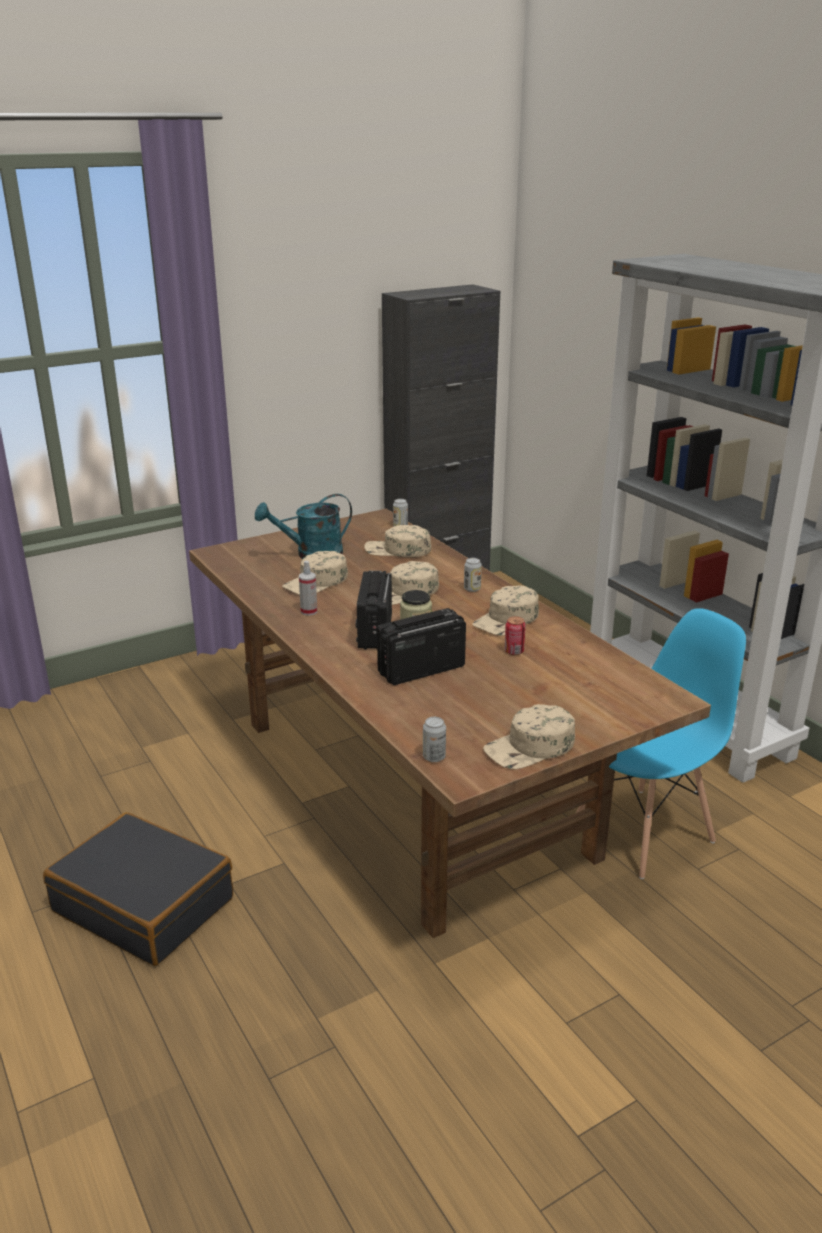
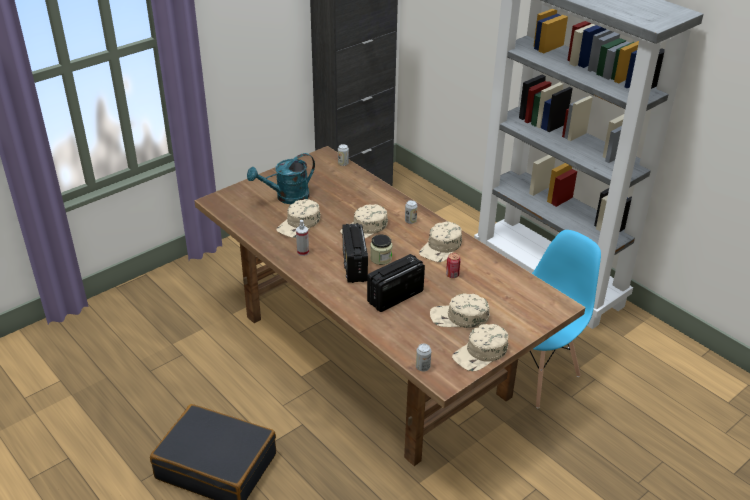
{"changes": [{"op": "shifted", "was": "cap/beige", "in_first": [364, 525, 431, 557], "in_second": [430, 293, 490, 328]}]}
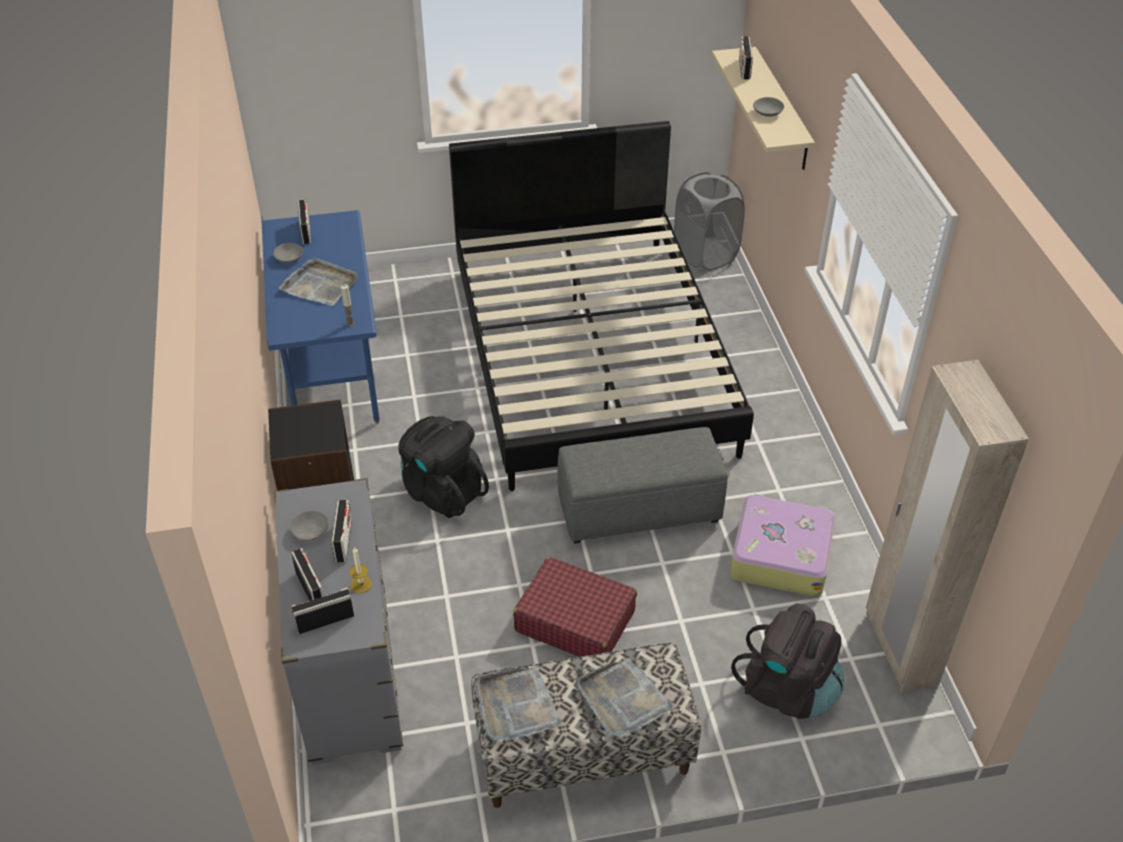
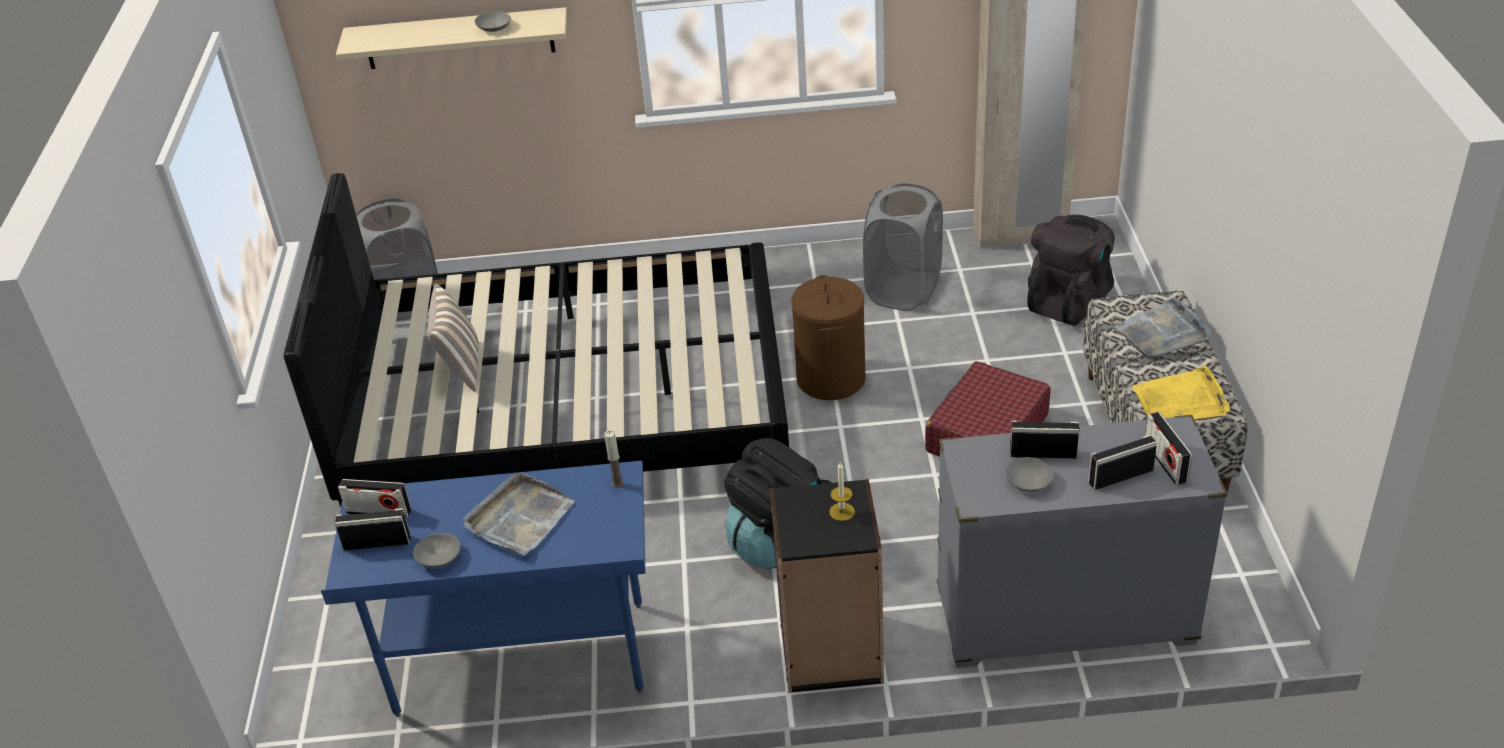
{"changes": [{"op": "shifted", "was": "candle", "in_first": [349, 547, 372, 593], "in_second": [829, 462, 855, 521]}, {"op": "repainted", "was": "tray/grey", "now": "tray/yellow", "in_first": [475, 668, 563, 740], "in_second": [1132, 365, 1230, 421]}, {"op": "swapped", "was": "ottoman/grey", "now": "laundry basket/brown", "in_first": [558, 427, 728, 544], "in_second": [791, 275, 865, 400]}, {"op": "swapped", "was": "suitcase", "now": "laundry basket/grey", "in_first": [730, 494, 836, 597], "in_second": [863, 183, 943, 311]}, {"op": "shifted", "was": "radio", "in_first": [739, 36, 753, 79], "in_second": [338, 479, 411, 518]}, {"op": "new", "now": "pillow", "in_second": [428, 284, 479, 392]}]}
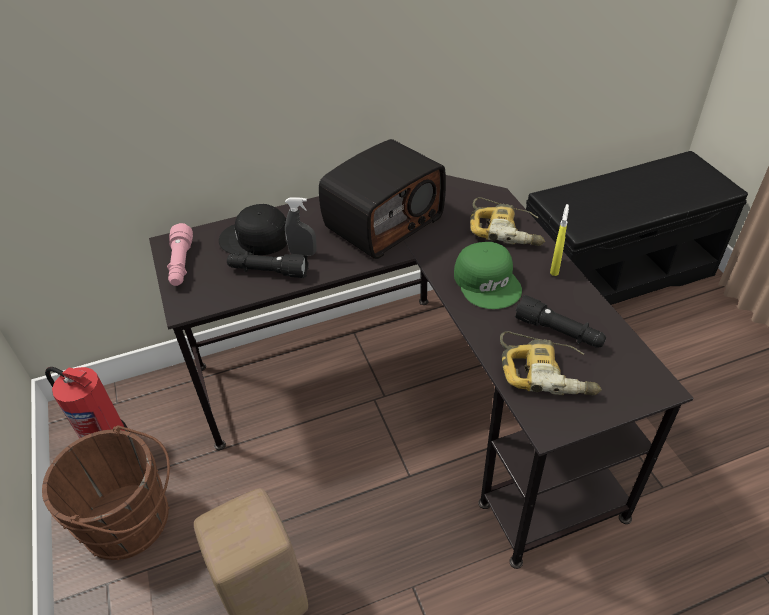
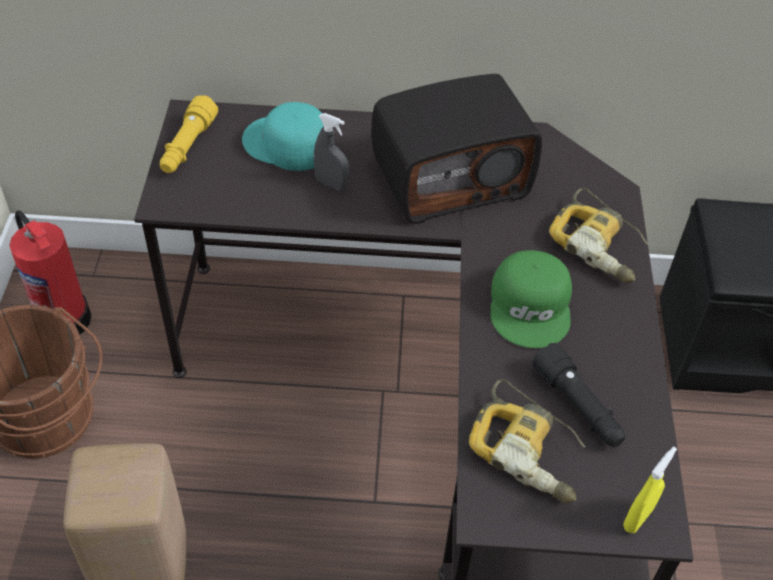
{"changes": [{"op": "repainted", "was": "flashlight/pink", "now": "flashlight/yellow", "in_first": [167, 223, 193, 286], "in_second": [160, 95, 218, 173]}, {"op": "repainted", "was": "cap/black", "now": "cap/turquoise", "in_first": [219, 204, 287, 255], "in_second": [242, 102, 324, 171]}, {"op": "gone", "was": "flashlight/black", "in_first": [227, 252, 309, 278]}, {"op": "shifted", "was": "spray bottle/yellow", "in_first": [550, 204, 569, 276], "in_second": [623, 447, 677, 533]}]}
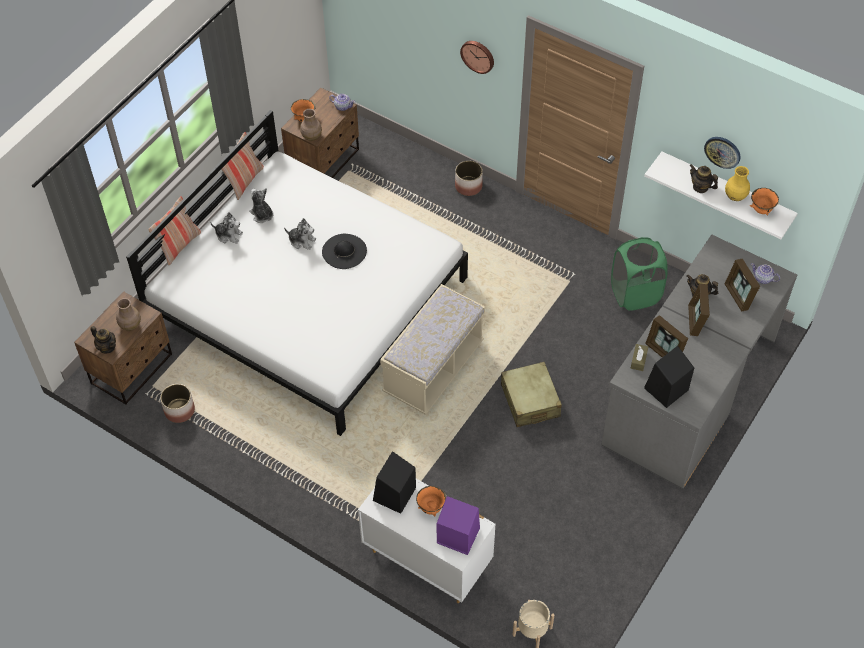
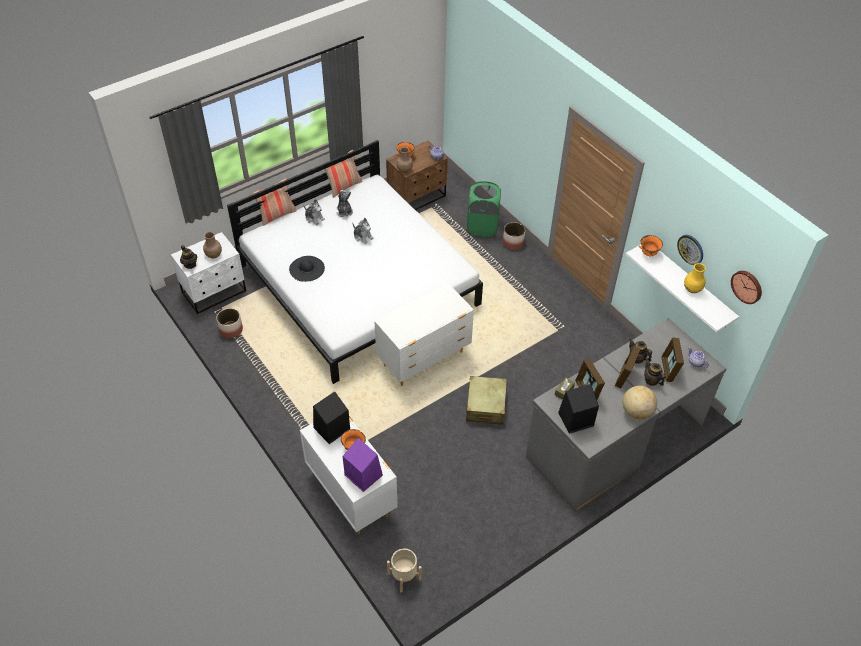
{"changes": [{"op": "repainted", "was": "nightstand/brown", "now": "nightstand/white", "in_first": [74, 291, 172, 405], "in_second": [171, 232, 246, 314]}, {"op": "shifted", "was": "hat/black", "in_first": [322, 234, 367, 269], "in_second": [289, 256, 325, 282]}, {"op": "swapped", "was": "bench/beige", "now": "dresser/white", "in_first": [380, 284, 485, 415], "in_second": [374, 283, 474, 386]}, {"op": "shifted", "was": "wall clock", "in_first": [460, 41, 494, 74], "in_second": [731, 271, 762, 304]}, {"op": "shifted", "was": "laundry basket/green", "in_first": [611, 237, 668, 311], "in_second": [467, 181, 501, 237]}, {"op": "shifted", "was": "teapot", "in_first": [689, 164, 718, 193], "in_second": [644, 359, 666, 386]}, {"op": "shifted", "was": "bowl/orange", "in_first": [750, 188, 779, 216], "in_second": [639, 235, 663, 257]}, {"op": "new", "now": "globe", "in_second": [623, 385, 657, 419]}]}
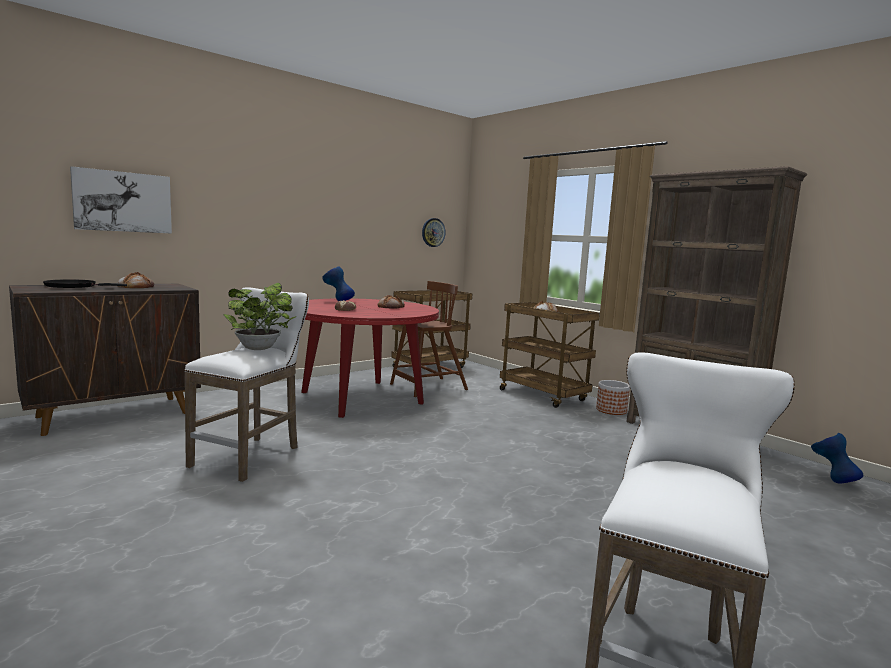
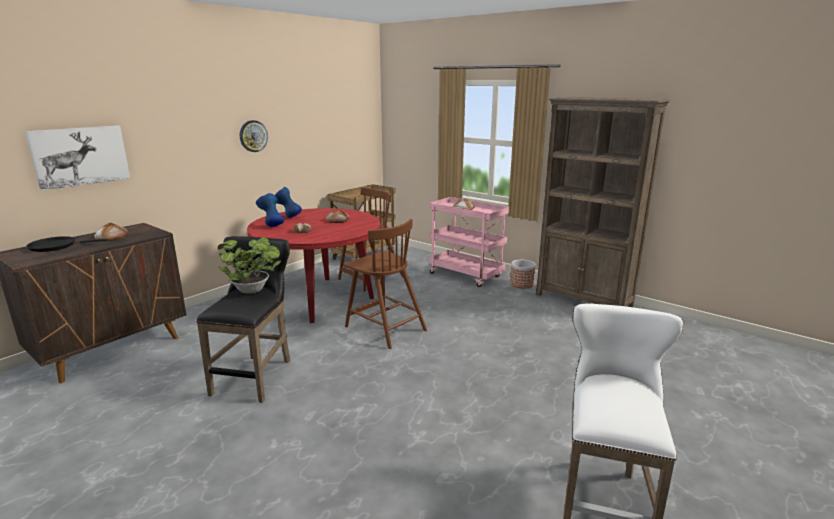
{"changes": [{"op": "repainted", "was": "stool/white", "now": "stool/black", "in_first": [184, 287, 309, 482], "in_second": [196, 236, 290, 403]}, {"op": "shifted", "was": "wall clock", "in_first": [422, 218, 446, 247], "in_second": [240, 120, 268, 152]}, {"op": "repainted", "was": "cart/brown", "now": "cart/pink", "in_first": [500, 302, 600, 408], "in_second": [429, 197, 509, 287]}, {"op": "shifted", "was": "vase/blue", "in_first": [811, 433, 863, 483], "in_second": [256, 193, 284, 227]}, {"op": "new", "now": "chair/brown", "in_second": [343, 219, 427, 349]}]}
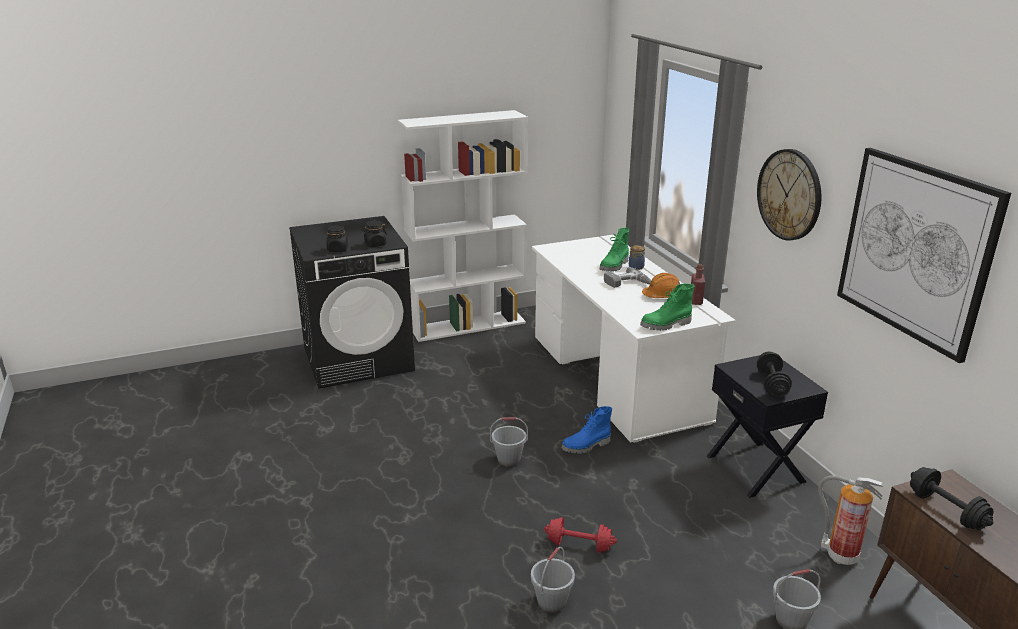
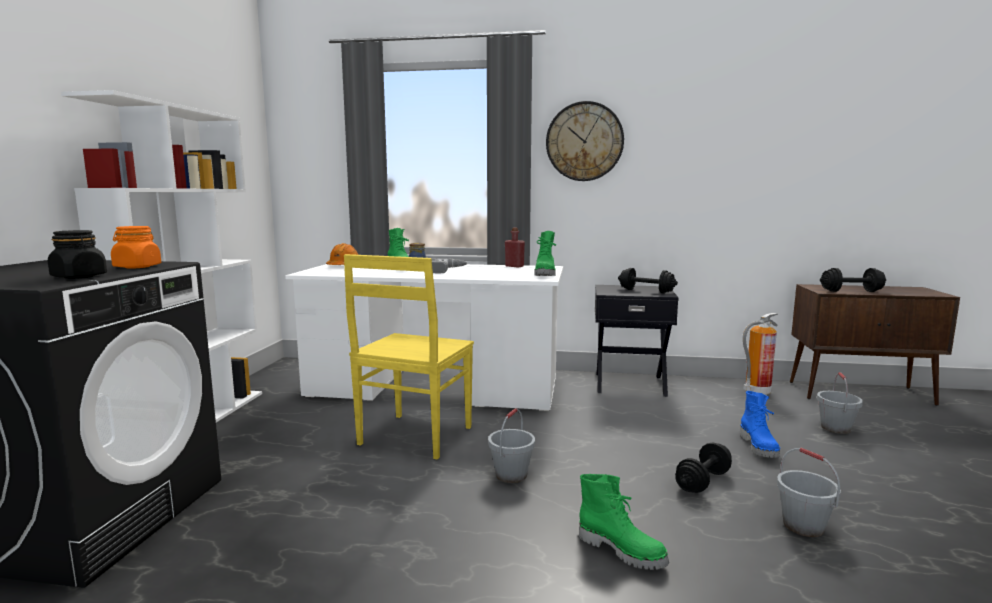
{"changes": [{"op": "repainted", "was": "jar/black", "now": "jar/orange", "in_first": [361, 221, 387, 247], "in_second": [111, 226, 161, 268]}, {"op": "repainted", "was": "dumbbell/red", "now": "dumbbell/black", "in_first": [544, 517, 617, 553], "in_second": [675, 442, 732, 493]}, {"op": "shifted", "was": "boot/blue", "in_first": [561, 406, 612, 454], "in_second": [740, 391, 780, 458]}, {"op": "shifted", "was": "hard hat/orange", "in_first": [642, 273, 680, 298], "in_second": [326, 243, 358, 265]}, {"op": "gone", "was": "picture", "in_first": [837, 148, 1011, 363]}, {"op": "new", "now": "chair/yellow", "in_second": [344, 254, 474, 460]}, {"op": "new", "now": "boot/green", "in_second": [579, 474, 669, 570]}]}
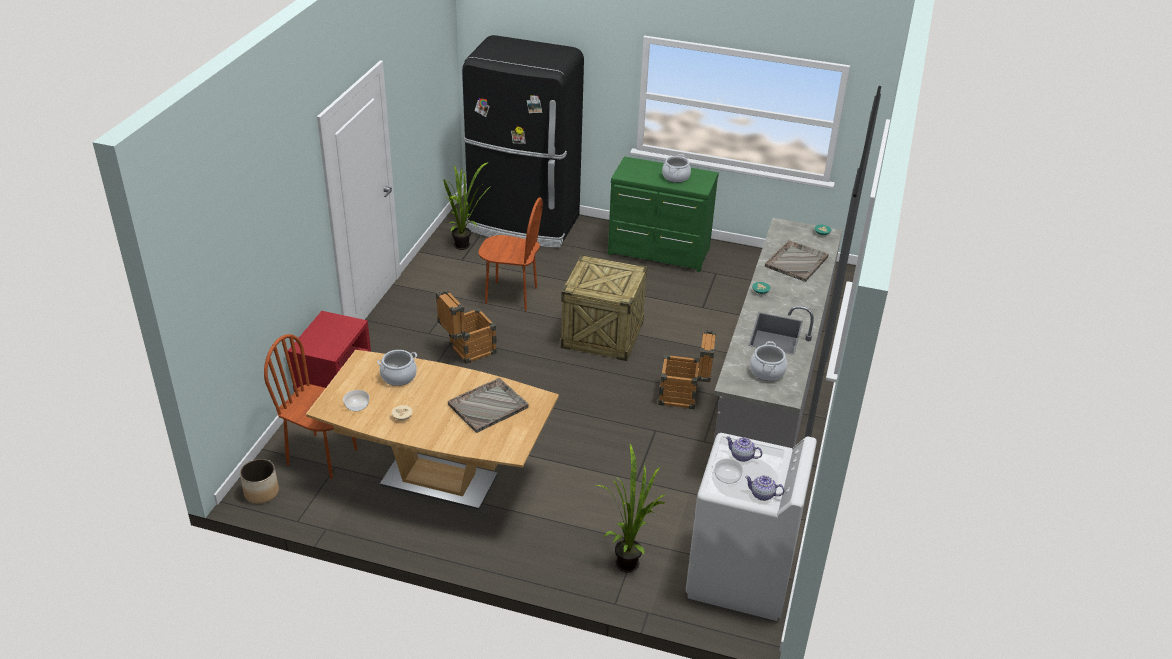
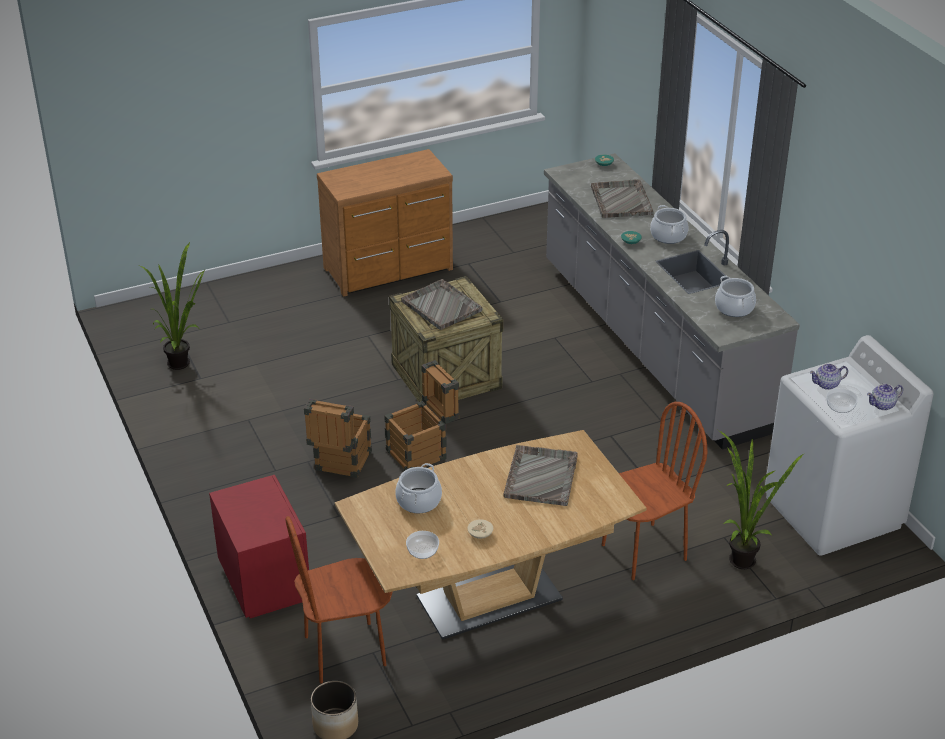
{"changes": [{"op": "gone", "was": "fridge/black", "in_first": [462, 35, 584, 248]}, {"op": "shifted", "was": "chair/brown", "in_first": [478, 197, 543, 311], "in_second": [602, 402, 707, 580]}, {"op": "repainted", "was": "dresser/green", "now": "dresser/brown", "in_first": [608, 156, 719, 272], "in_second": [317, 149, 453, 297]}, {"op": "shifted", "was": "crate", "in_first": [658, 329, 716, 409], "in_second": [384, 360, 459, 470]}, {"op": "shifted", "was": "cooking pot", "in_first": [662, 154, 691, 183], "in_second": [650, 205, 688, 244]}, {"op": "new", "now": "tray/grey", "in_second": [401, 279, 483, 330]}]}
